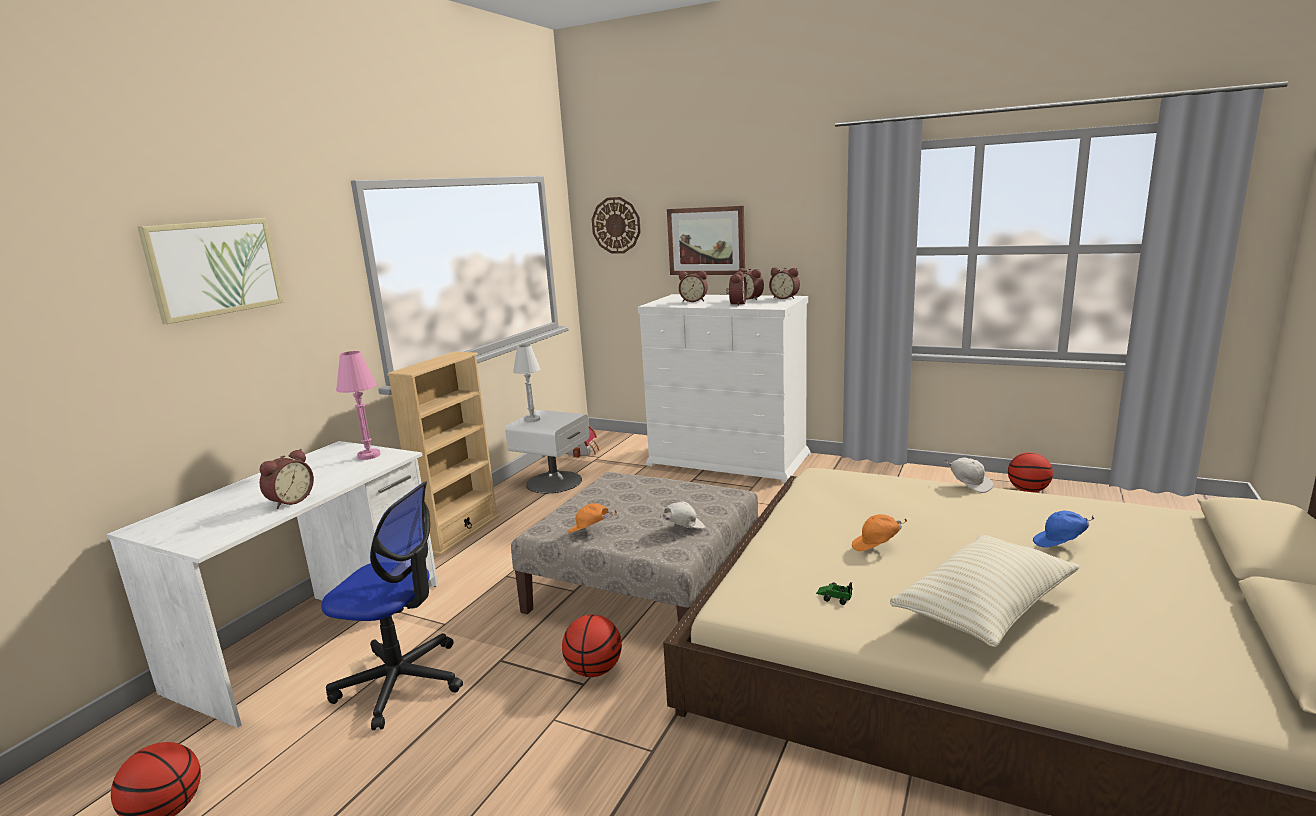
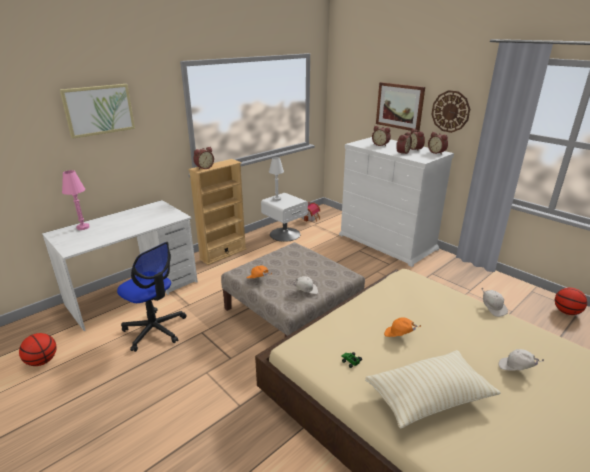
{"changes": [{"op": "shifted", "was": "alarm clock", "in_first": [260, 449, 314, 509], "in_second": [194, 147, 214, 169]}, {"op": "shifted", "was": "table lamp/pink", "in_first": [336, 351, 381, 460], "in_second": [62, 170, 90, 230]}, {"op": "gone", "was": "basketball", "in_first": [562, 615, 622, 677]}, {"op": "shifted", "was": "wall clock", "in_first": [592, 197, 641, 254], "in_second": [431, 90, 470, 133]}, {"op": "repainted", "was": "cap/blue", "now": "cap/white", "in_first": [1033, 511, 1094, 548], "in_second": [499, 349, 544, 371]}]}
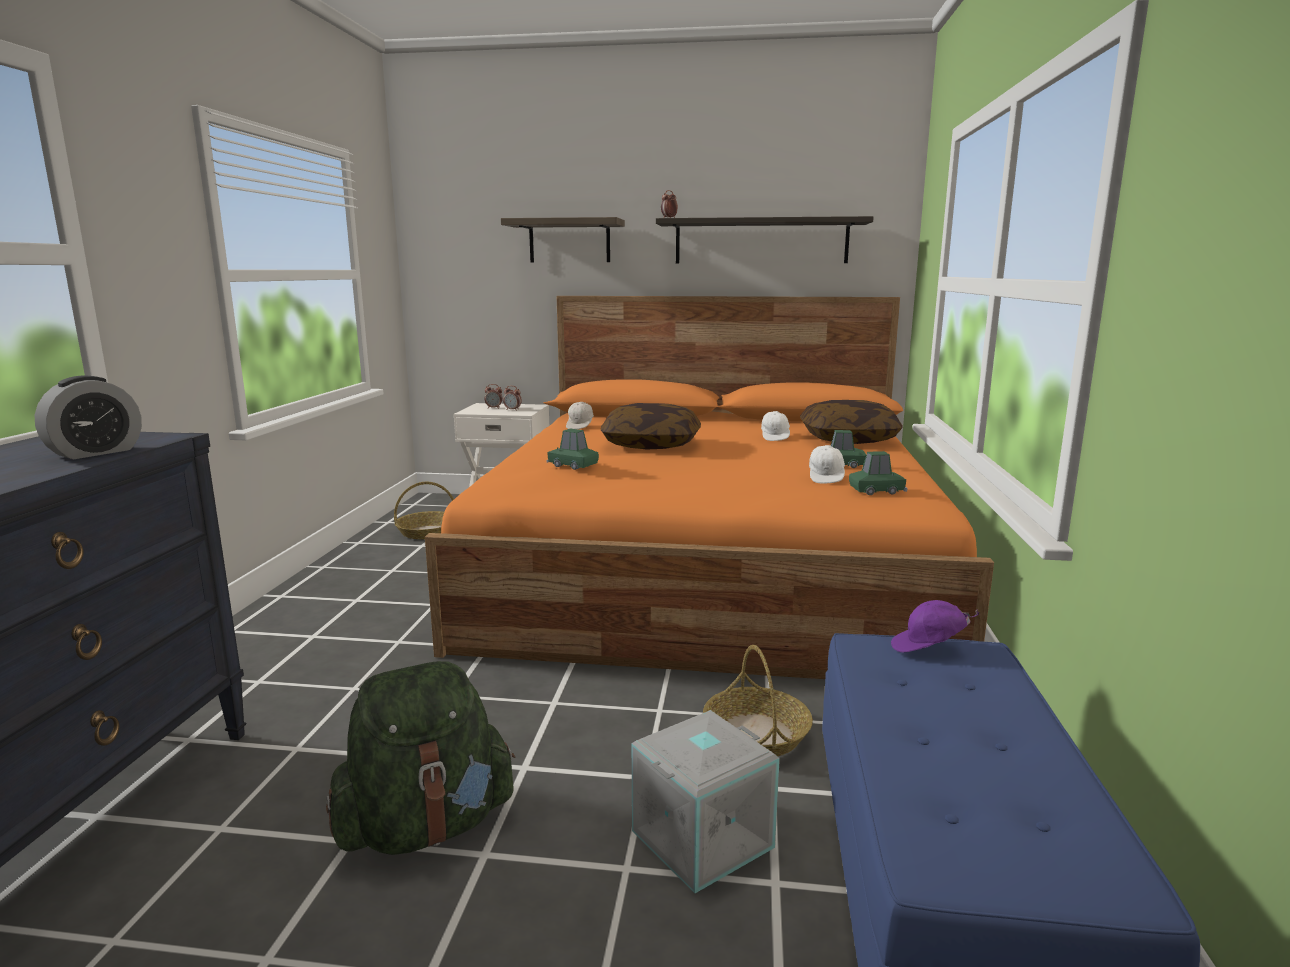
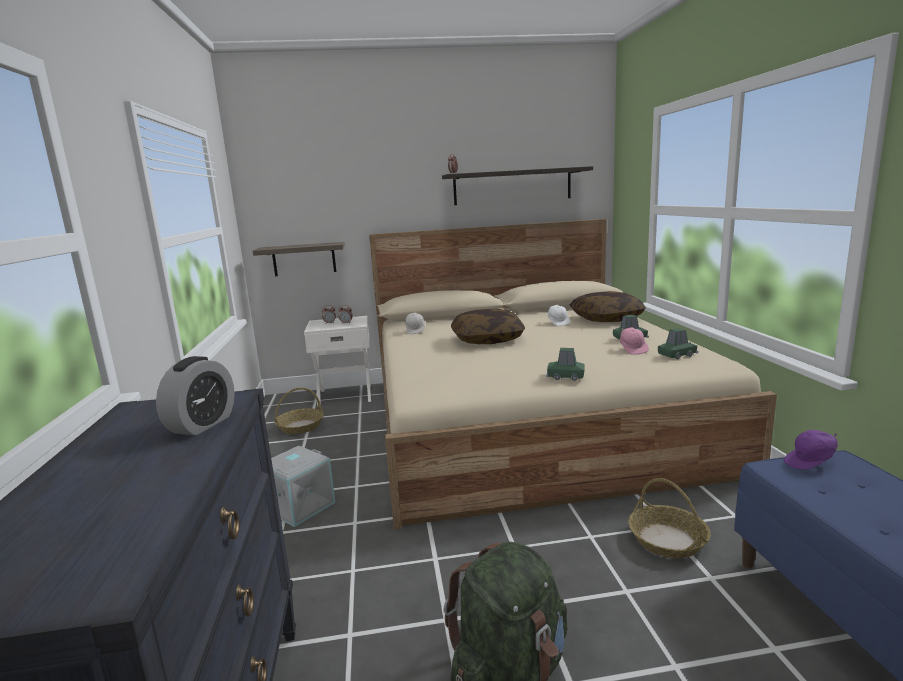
{"changes": [{"op": "repainted", "was": "bed/orange", "now": "bed/beige", "in_first": [425, 296, 994, 679], "in_second": [369, 219, 777, 530]}, {"op": "shifted", "was": "shelf", "in_first": [501, 217, 625, 262], "in_second": [253, 242, 345, 276]}, {"op": "shifted", "was": "toy car/green", "in_first": [547, 429, 599, 470], "in_second": [546, 348, 585, 381]}, {"op": "shifted", "was": "storage box/grey", "in_first": [632, 710, 780, 893], "in_second": [271, 446, 335, 527]}, {"op": "repainted", "was": "cap/white", "now": "cap/pink", "in_first": [809, 445, 845, 484], "in_second": [620, 327, 649, 355]}]}
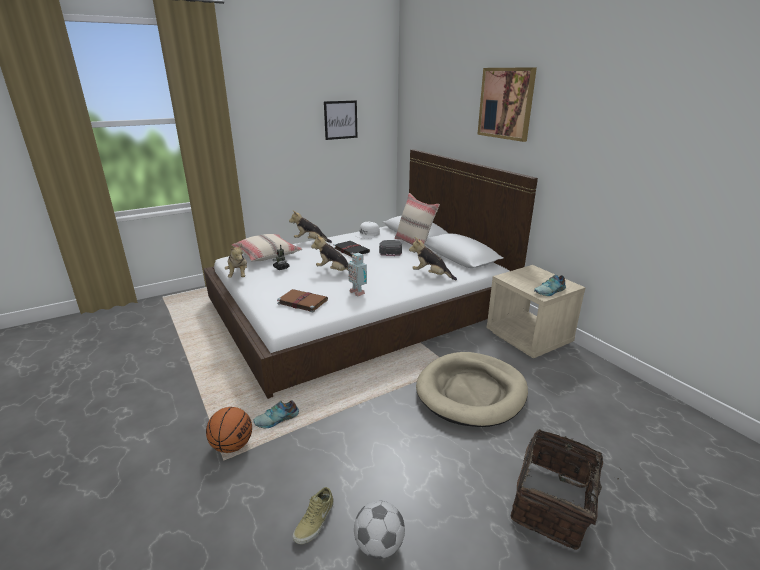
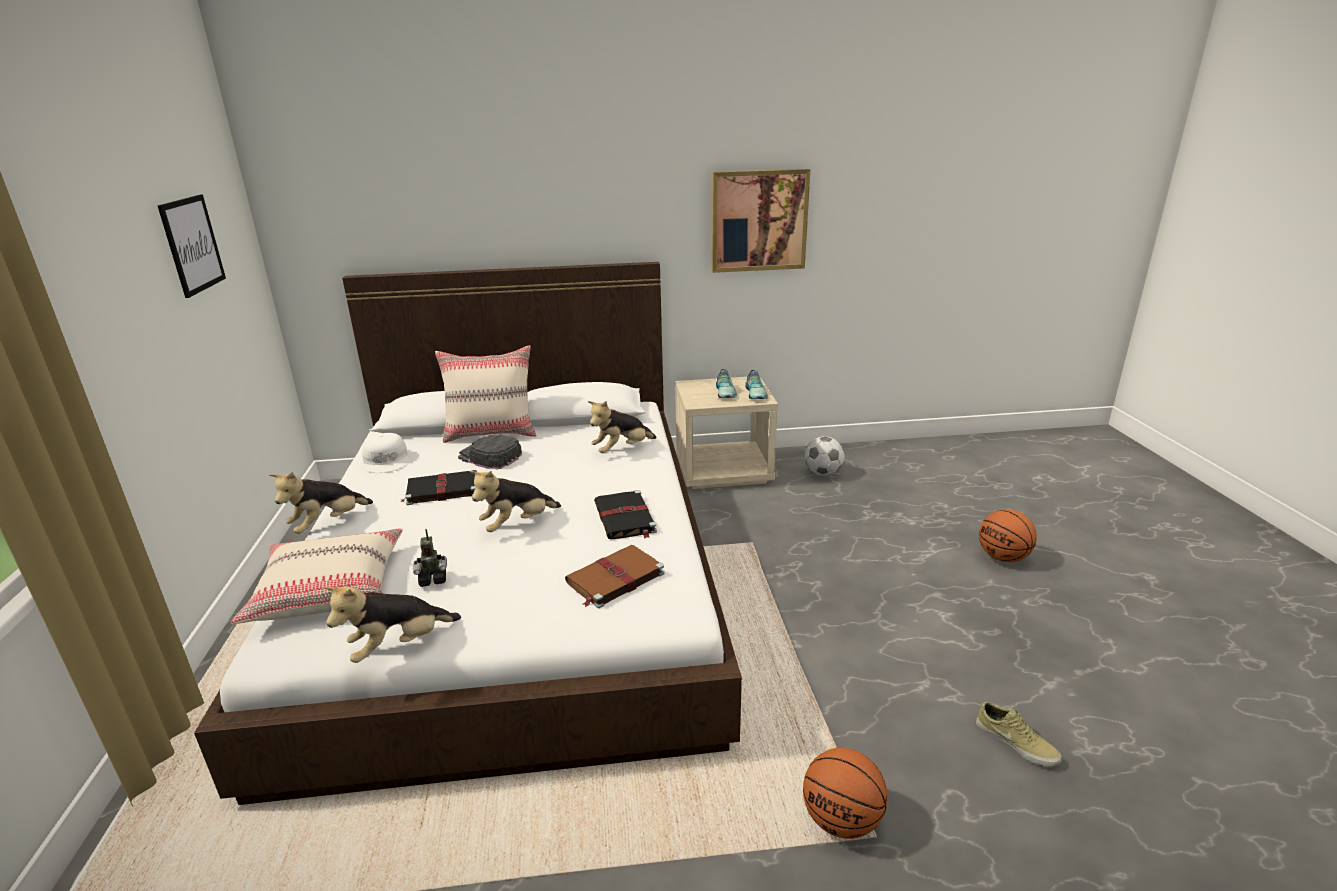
{"changes": [{"op": "rotated", "was": "plush toy", "in_first": [225, 244, 247, 278], "in_second": [324, 586, 461, 663], "clockwise": 135}, {"op": "shifted", "was": "shoe", "in_first": [253, 400, 299, 428], "in_second": [716, 369, 737, 398]}, {"op": "swapped", "was": "toy robot", "now": "book/black", "in_first": [348, 252, 367, 297], "in_second": [594, 490, 657, 539]}, {"op": "shifted", "was": "football", "in_first": [354, 501, 405, 559], "in_second": [805, 436, 844, 475]}, {"op": "gone", "was": "dog bed/beige", "in_first": [416, 352, 528, 427]}, {"op": "shifted", "was": "picture", "in_first": [477, 67, 537, 142], "in_second": [712, 169, 810, 273]}, {"op": "swapped", "was": "basket", "now": "basketball", "in_first": [511, 430, 622, 550], "in_second": [979, 509, 1037, 562]}]}
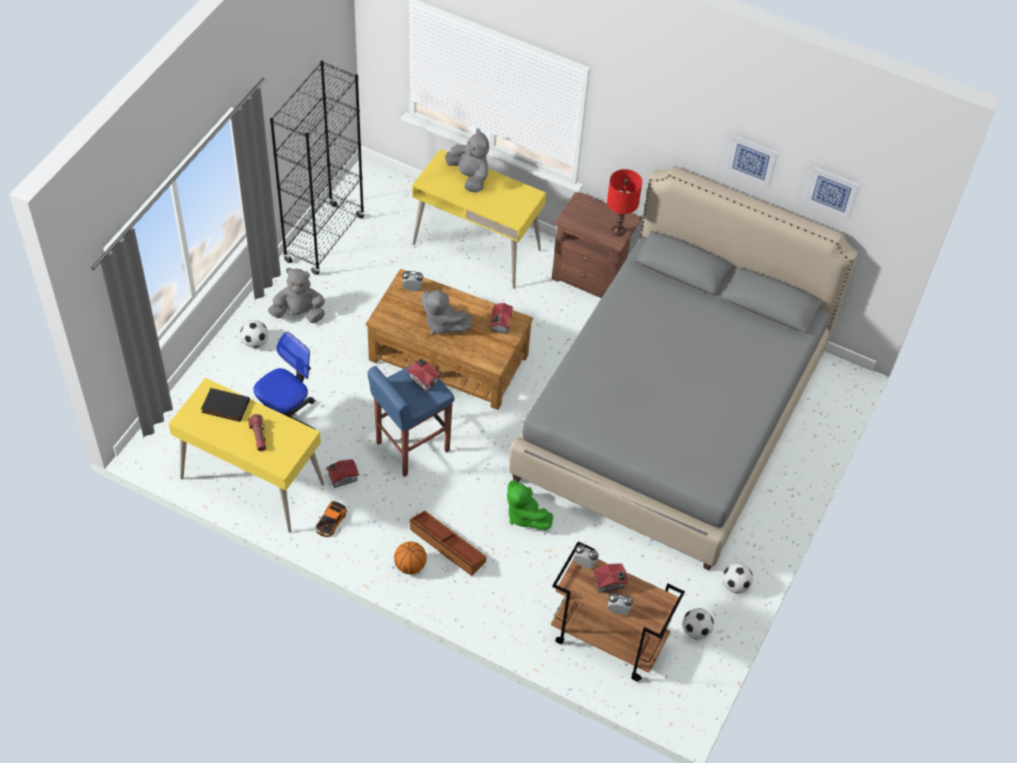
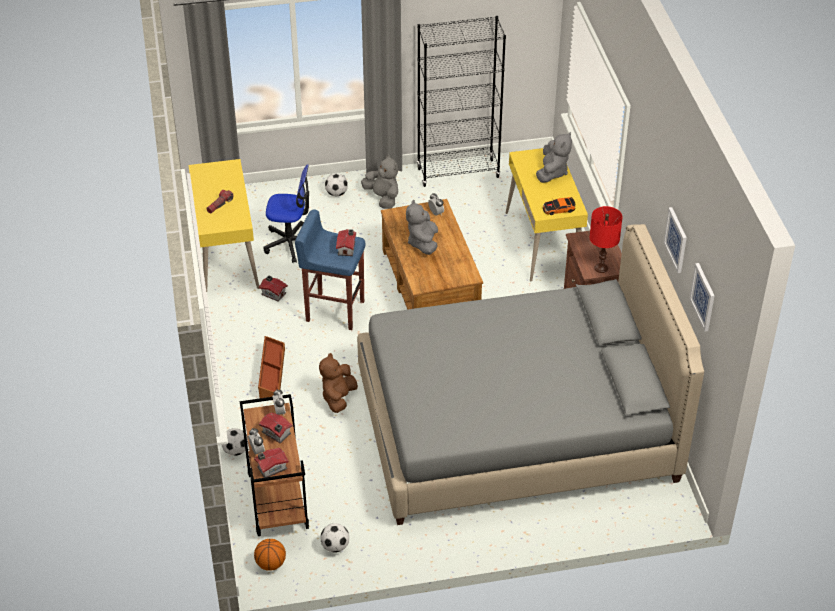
{"changes": [{"op": "gone", "was": "book/black", "in_first": [201, 388, 250, 422]}, {"op": "shifted", "was": "toy car", "in_first": [316, 501, 347, 537], "in_second": [543, 197, 576, 215]}, {"op": "shifted", "was": "basketball", "in_first": [394, 541, 427, 574], "in_second": [254, 539, 286, 571]}, {"op": "shifted", "was": "toy house", "in_first": [490, 303, 513, 334], "in_second": [254, 448, 289, 478]}, {"op": "repainted", "was": "plush toy/green", "now": "plush toy/brown", "in_first": [507, 480, 553, 530], "in_second": [319, 353, 358, 413]}, {"op": "shifted", "was": "football", "in_first": [723, 563, 753, 593], "in_second": [222, 428, 249, 456]}]}
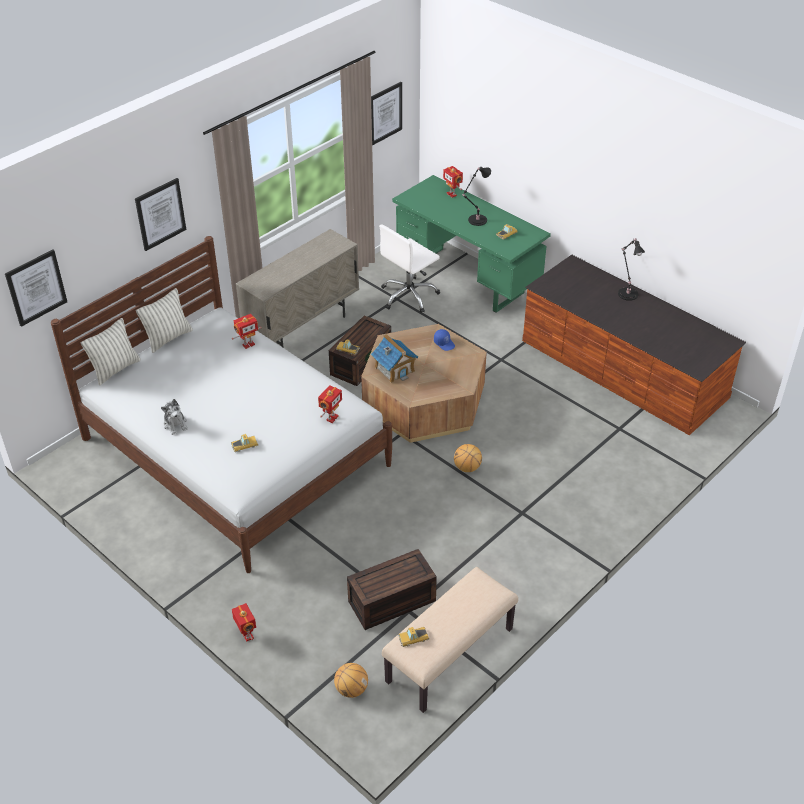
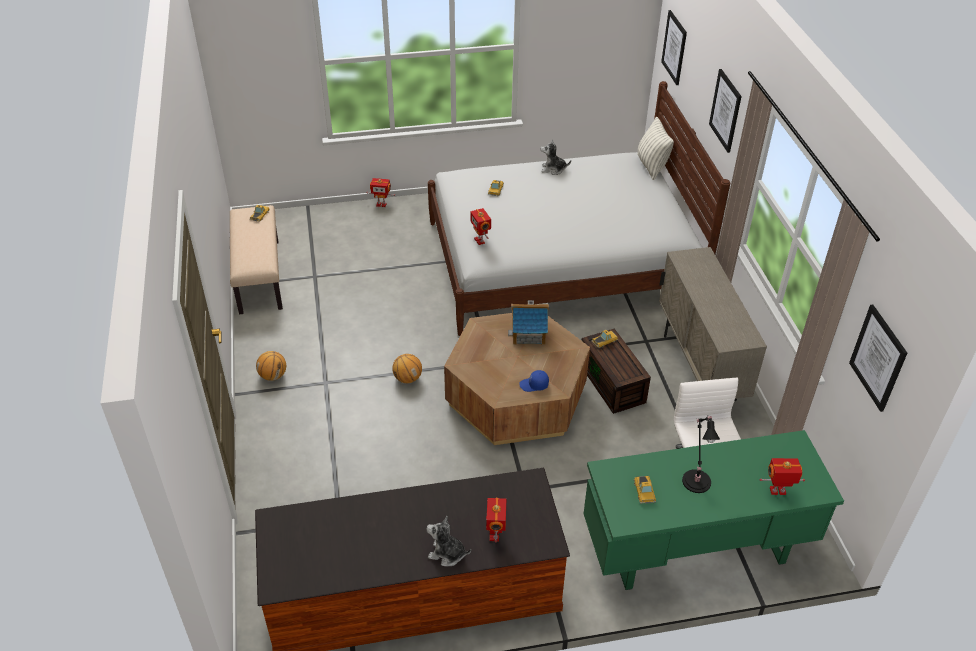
{"changes": [{"op": "gone", "was": "pillow", "in_first": [136, 288, 193, 353]}, {"op": "shifted", "was": "toy robot", "in_first": [232, 314, 262, 349], "in_second": [486, 498, 506, 543]}, {"op": "shifted", "was": "basketball", "in_first": [334, 663, 368, 698], "in_second": [256, 351, 286, 381]}, {"op": "gone", "was": "storage box/brown", "in_first": [347, 549, 437, 630]}, {"op": "swapped", "was": "table lamp/black", "now": "plush toy", "in_first": [618, 238, 645, 301], "in_second": [426, 516, 471, 566]}]}
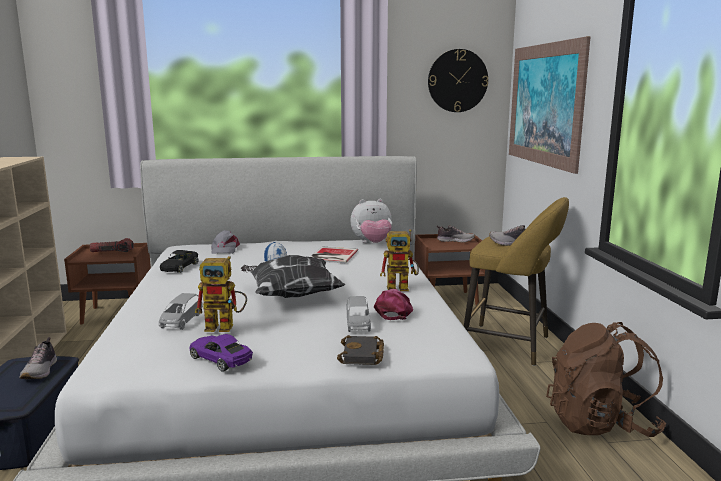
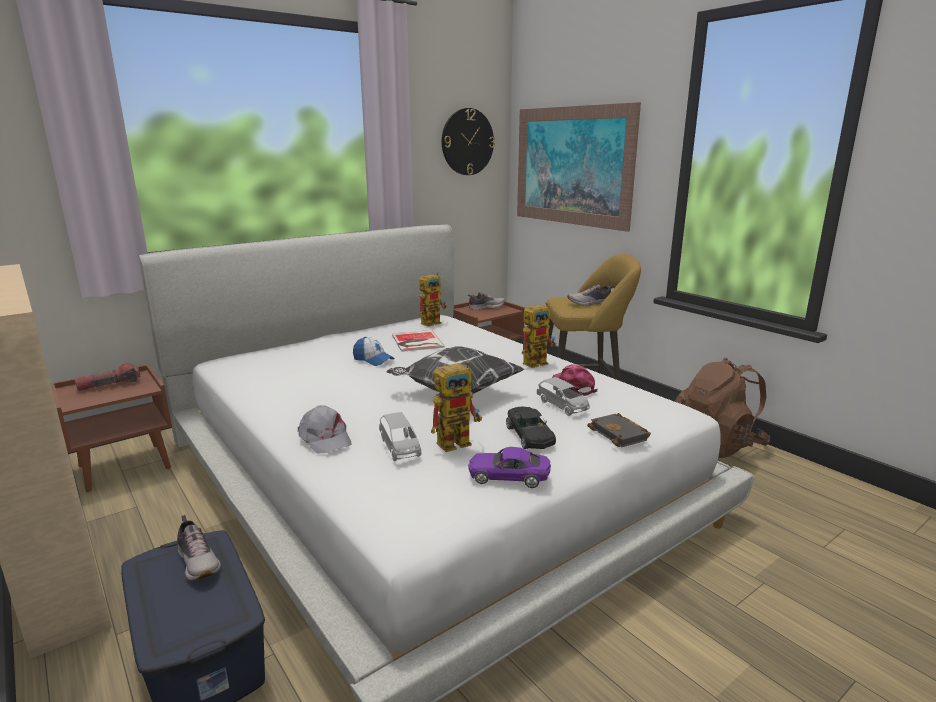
{"changes": [{"op": "shifted", "was": "toy car/black", "in_first": [160, 250, 199, 273], "in_second": [506, 407, 556, 449]}, {"op": "shifted", "was": "cap/grey", "in_first": [211, 230, 240, 254], "in_second": [297, 405, 352, 454]}, {"op": "swapped", "was": "plush toy", "now": "toy robot", "in_first": [350, 199, 392, 243], "in_second": [419, 272, 447, 327]}]}
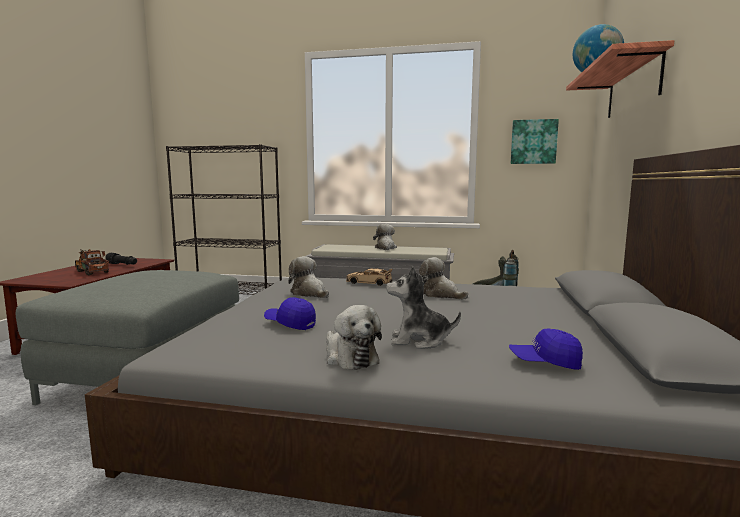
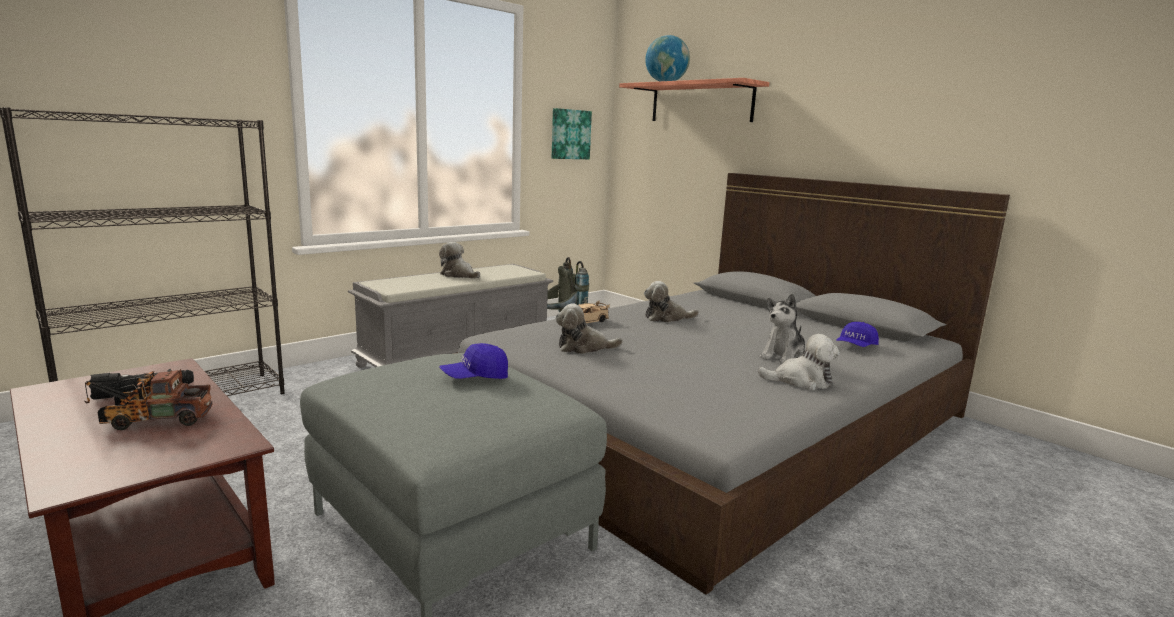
{"changes": [{"op": "shifted", "was": "cap/blue", "in_first": [264, 297, 316, 330], "in_second": [439, 343, 508, 379]}]}
